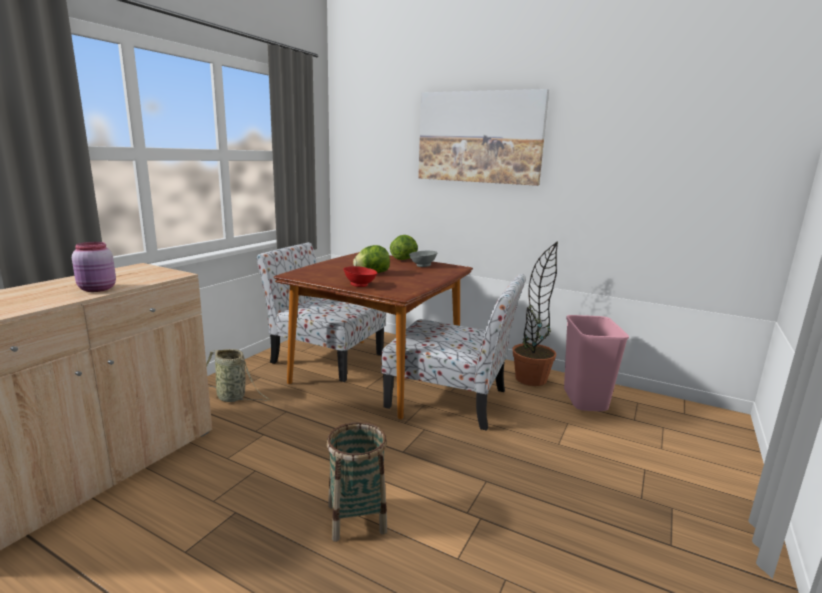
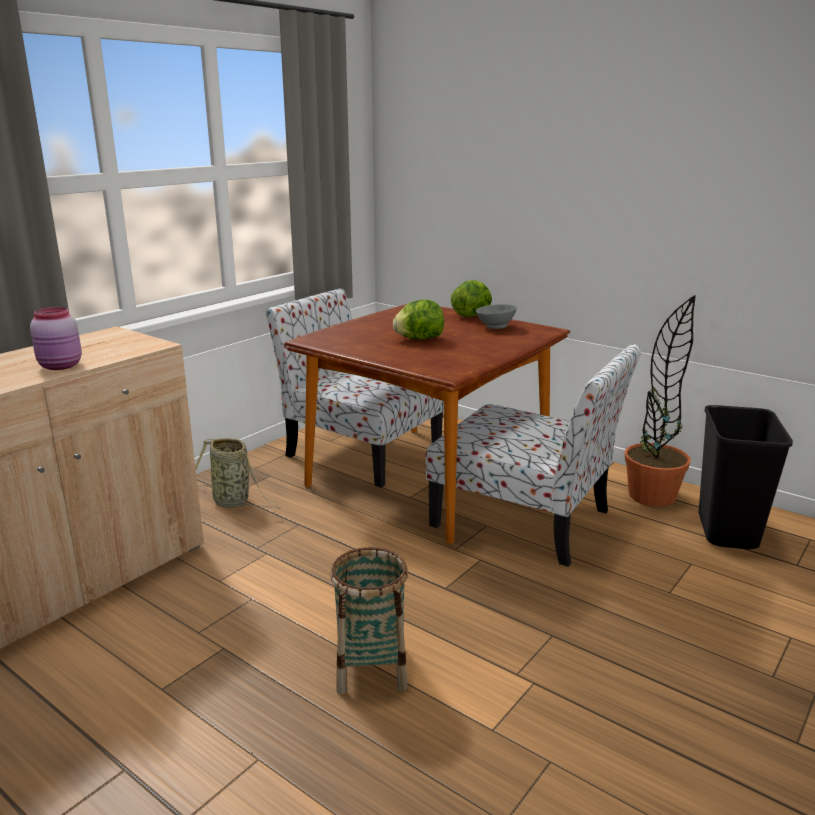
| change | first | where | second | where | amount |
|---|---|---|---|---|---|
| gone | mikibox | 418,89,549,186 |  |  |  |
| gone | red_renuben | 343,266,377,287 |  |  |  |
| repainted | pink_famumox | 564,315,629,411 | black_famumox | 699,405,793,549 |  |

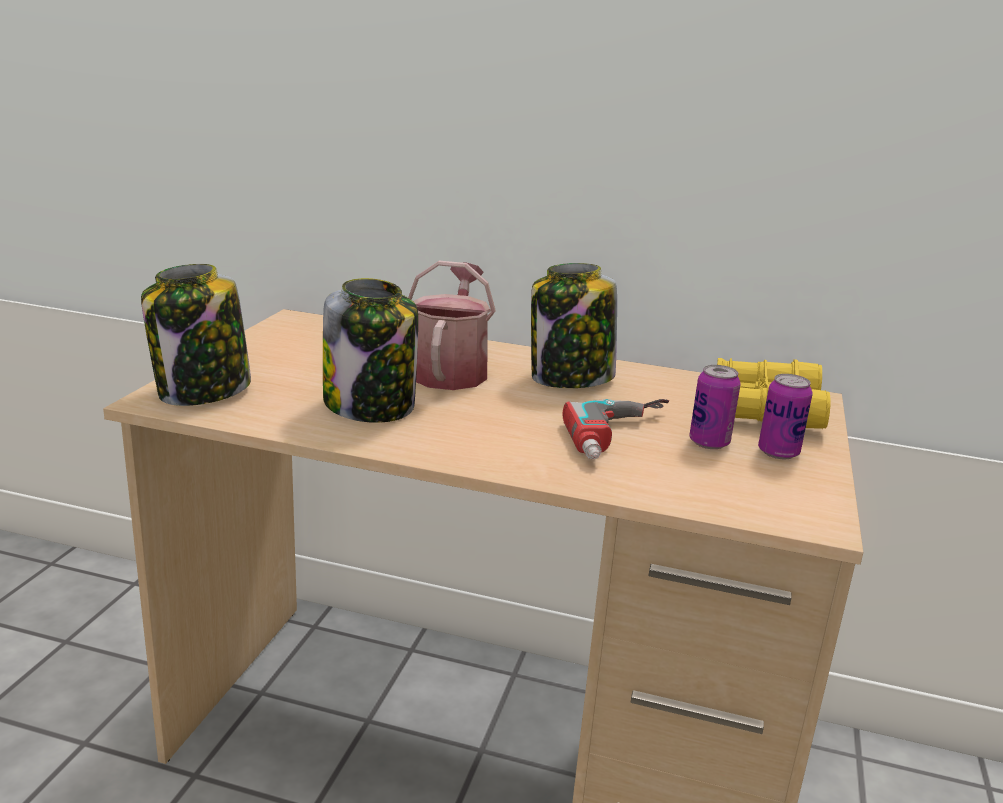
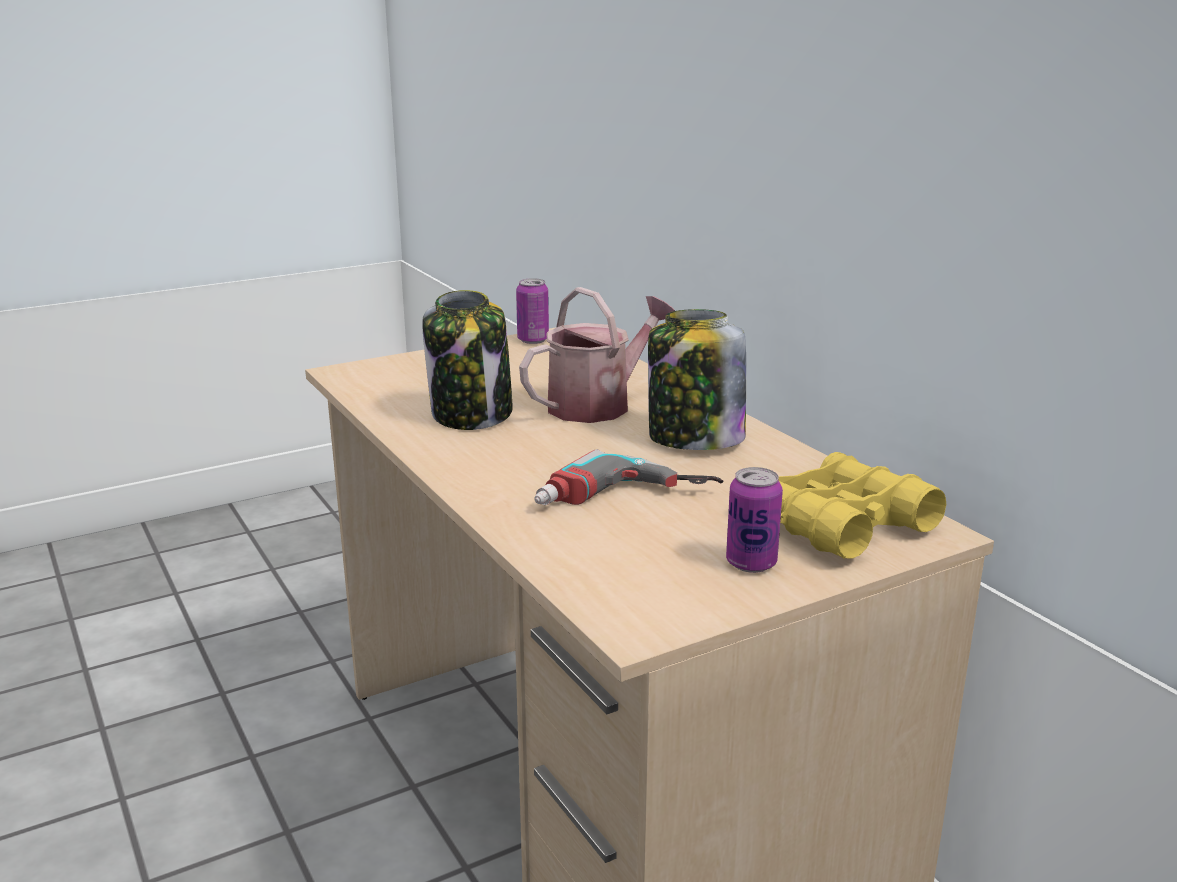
| change | first | where | second | where | amount |
|---|---|---|---|---|---|
| gone | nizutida | 141,264,251,406 |  |  |  |
| shifted | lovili | 689,365,741,449 |  | 516,278,549,344 |  |

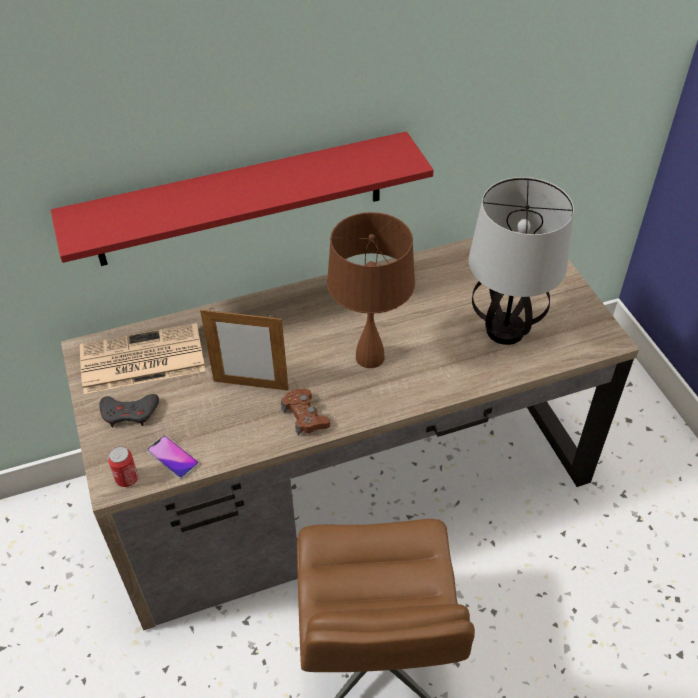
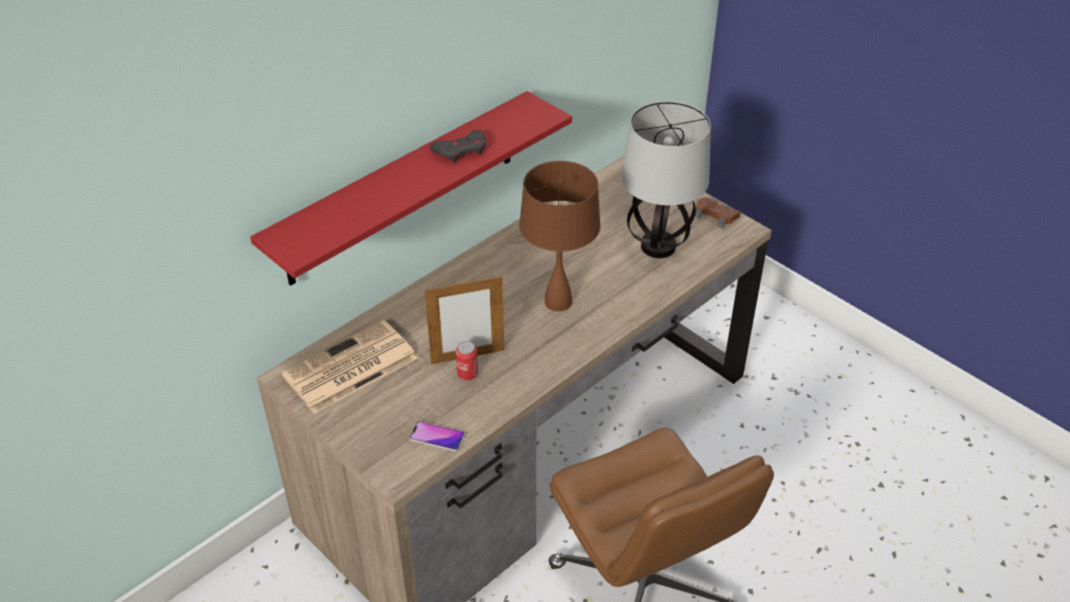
| change | first | where | second | where | amount |
|---|---|---|---|---|---|
| shifted | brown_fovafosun | 281,389,330,436 |  | 695,197,740,229 |  |
| shifted | grey_fovafosun | 99,394,159,427 |  | 430,130,486,163 |  |
| shifted | lovili | 108,446,138,487 |  | 456,341,478,381 |  |

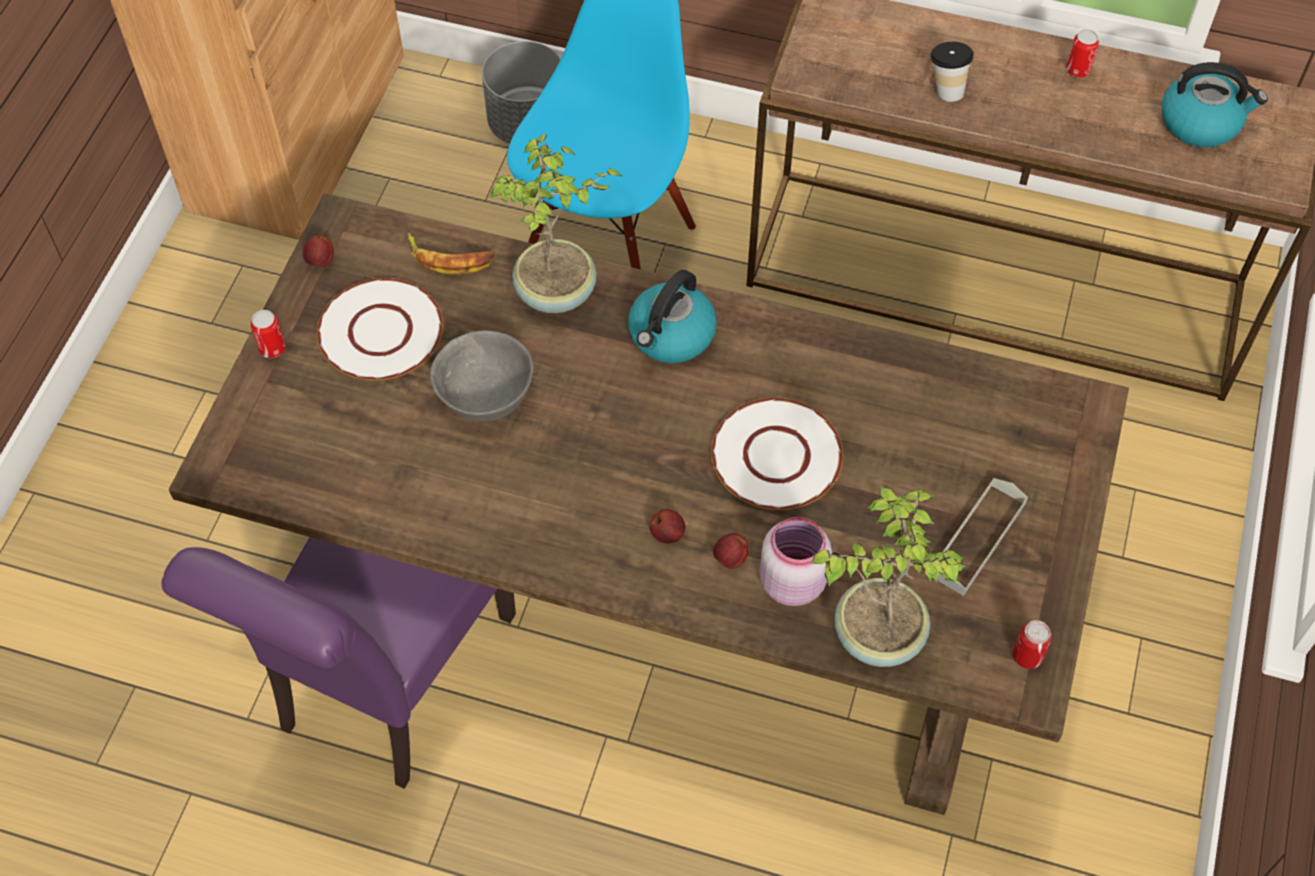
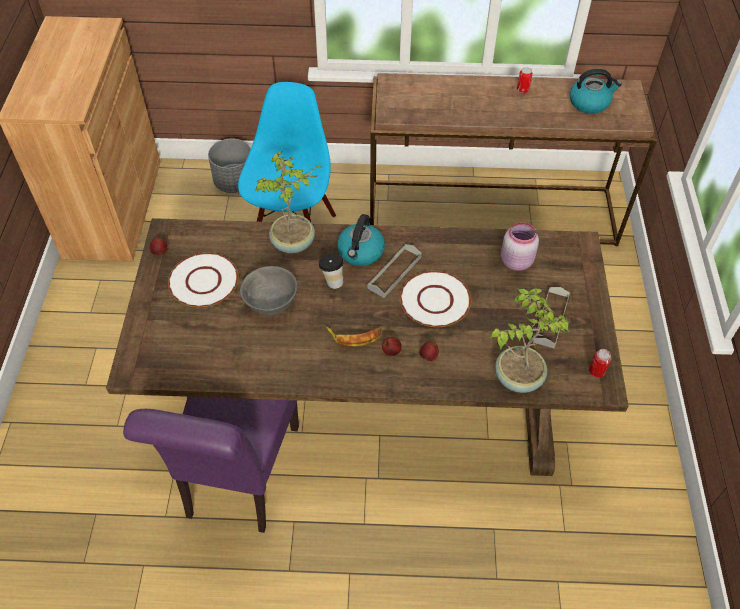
| change | first | where | second | where | amount |
|---|---|---|---|---|---|
| shifted | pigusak | 930,42,974,102 |  | 318,254,344,289 |  |
| shifted | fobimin | 408,233,495,275 |  | 326,327,382,347 |  |
| gone | lovili | 251,310,286,358 |  |  |  |
| shifted | pink_nizutida | 759,517,832,606 |  | 501,222,539,271 |  |
| new |  |  | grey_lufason | 367,244,422,298 |  |

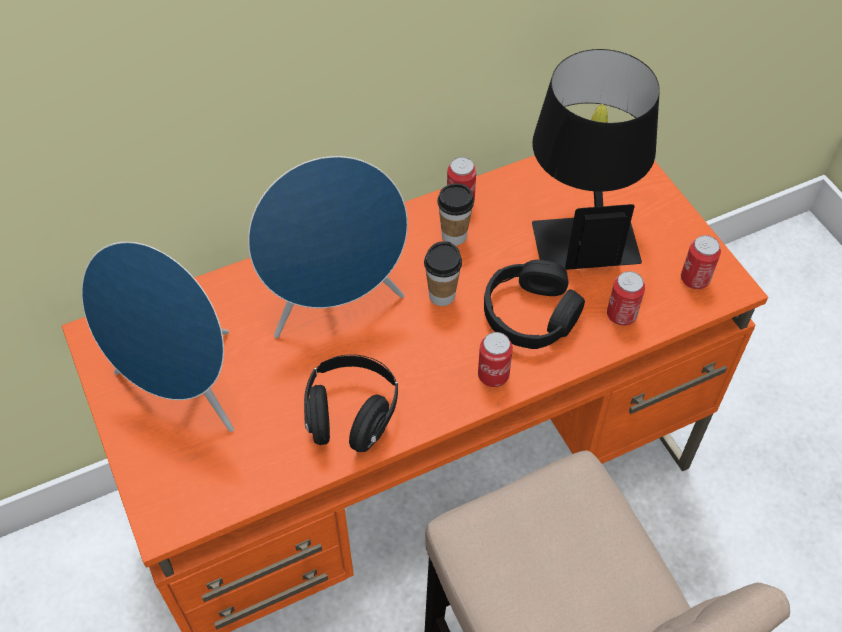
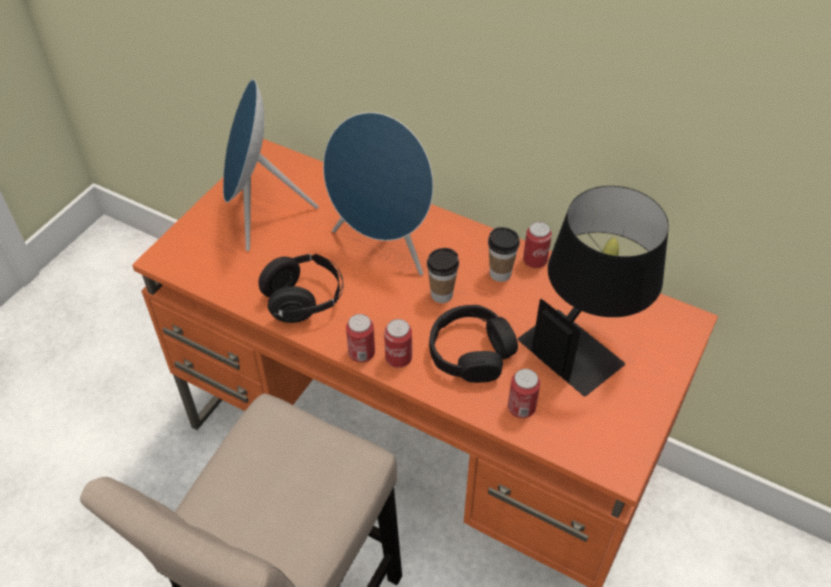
| change | first | where | second | where | amount |
|---|---|---|---|---|---|
| shifted | lovili | 681,235,721,289 |  | 346,314,375,362 |  |

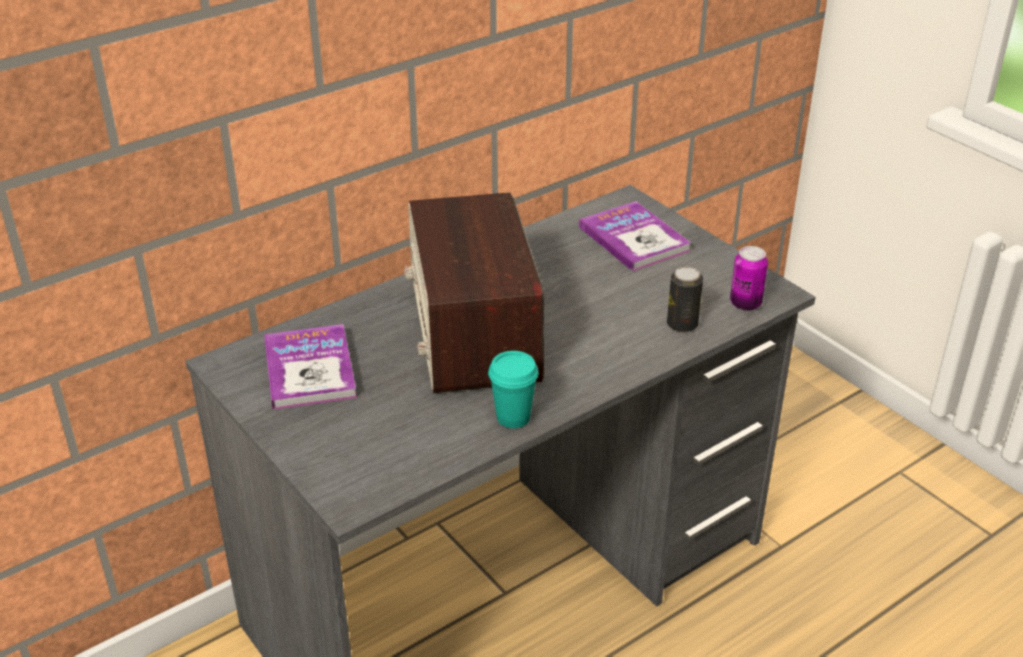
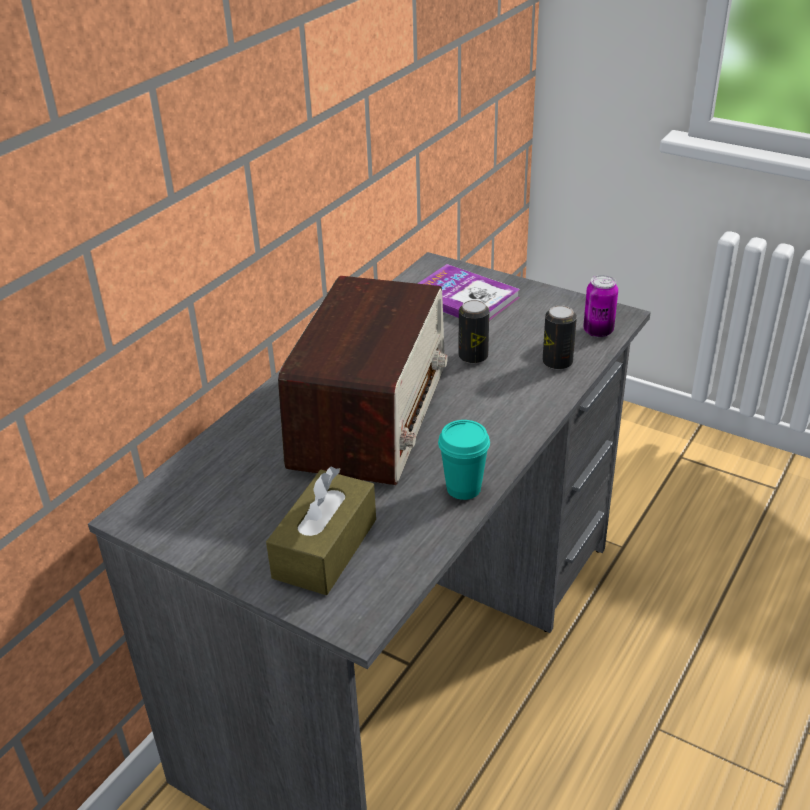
| change | first | where | second | where | amount |
|---|---|---|---|---|---|
| rotated | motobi | 404,192,544,393 |  | 278,276,448,485 | 135 degrees counterclockwise |
| gone | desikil | 264,324,357,410 |  |  |  |
| new |  |  | lovili | 459,300,489,364 |  |
| new |  |  | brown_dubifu | 266,467,376,595 |  |

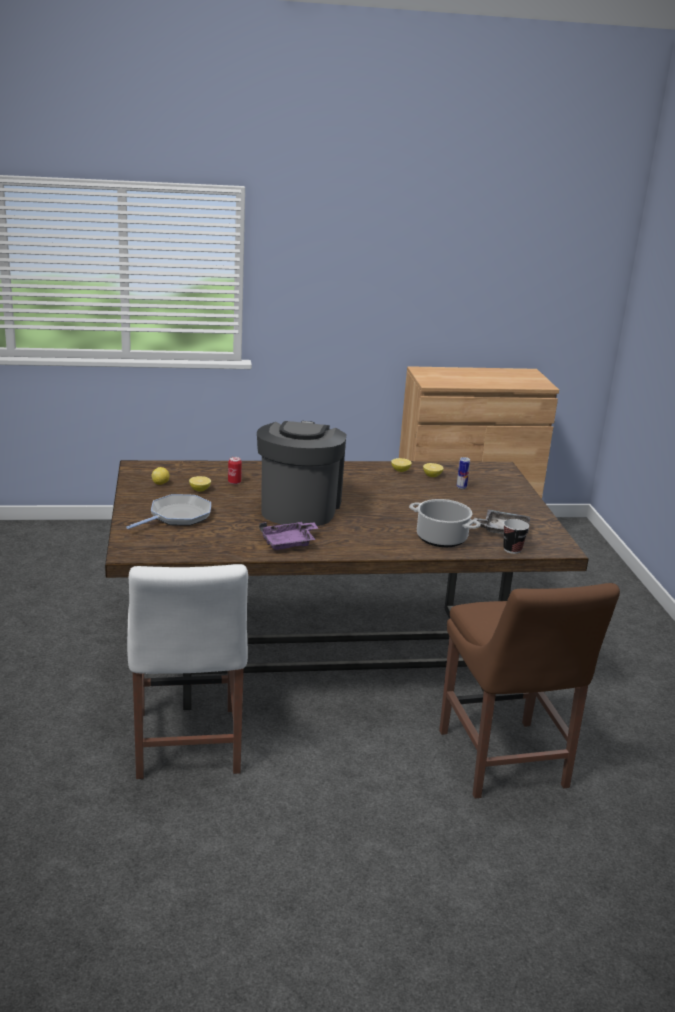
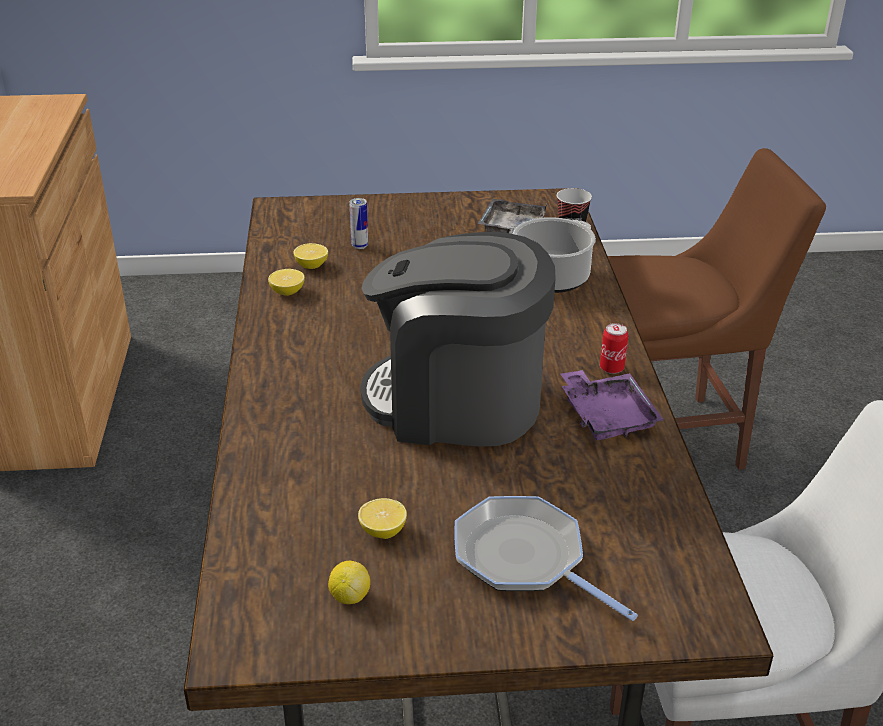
| change | first | where | second | where | amount |
|---|---|---|---|---|---|
| shifted | lovili | 228,457,242,484 |  | 600,323,628,374 |  |

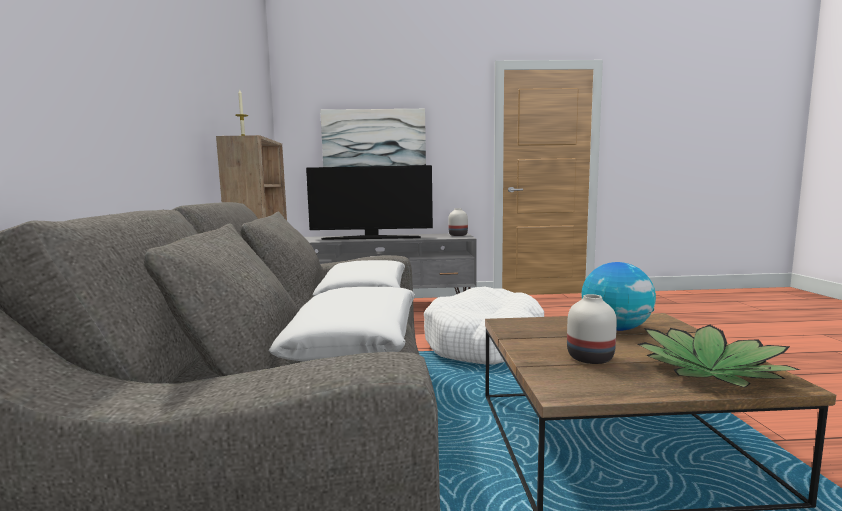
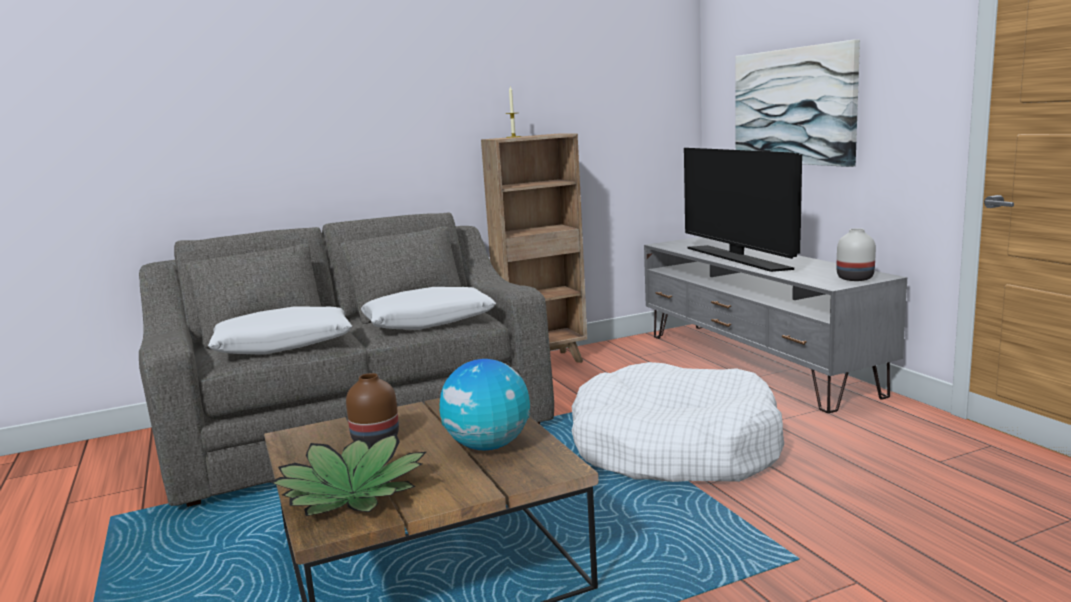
| change | first | where | second | where | amount |
|---|---|---|---|---|---|
| repainted | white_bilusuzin | 567,294,617,364 | brown_bilusuzin | 346,373,399,447 |  |

